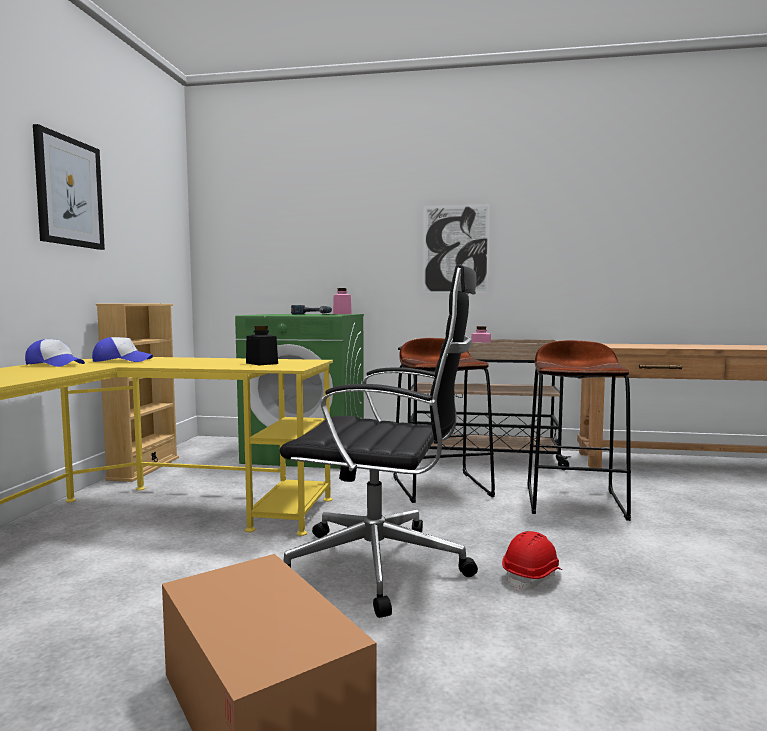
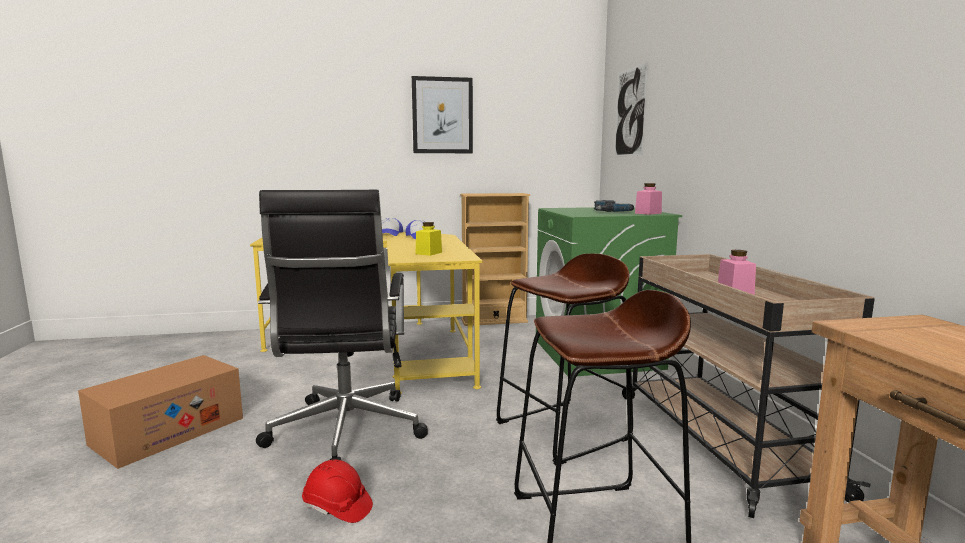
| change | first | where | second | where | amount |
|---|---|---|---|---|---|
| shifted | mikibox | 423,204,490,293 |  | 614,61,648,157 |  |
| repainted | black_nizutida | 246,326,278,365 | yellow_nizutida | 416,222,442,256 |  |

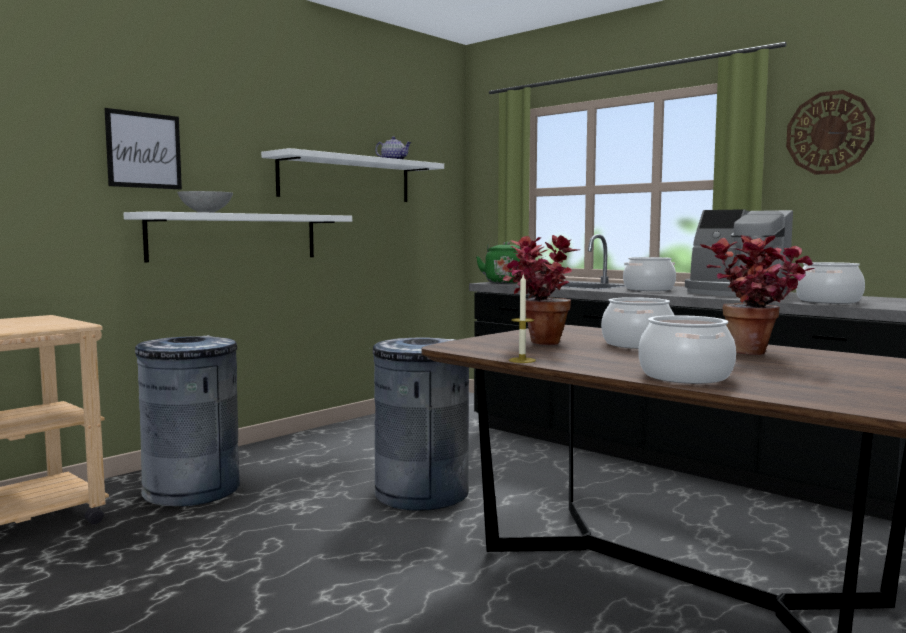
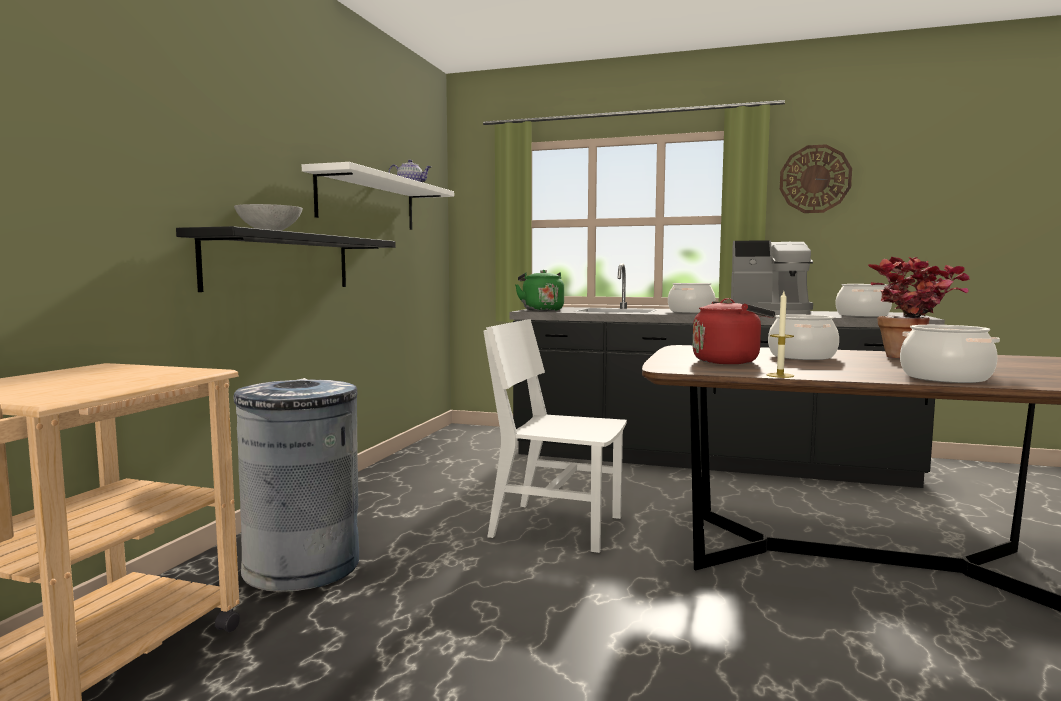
| change | first | where | second | where | amount |
|---|---|---|---|---|---|
| gone | mikibox | 105,108,182,189 |  |  |  |
| repainted | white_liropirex | 123,211,352,262 | black_liropirex | 176,226,396,292 |  |
| swapped | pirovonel | 503,235,580,345 | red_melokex | 693,298,775,364 |  |
| swapped | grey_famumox | 369,337,469,511 | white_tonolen | 483,319,627,553 |  |

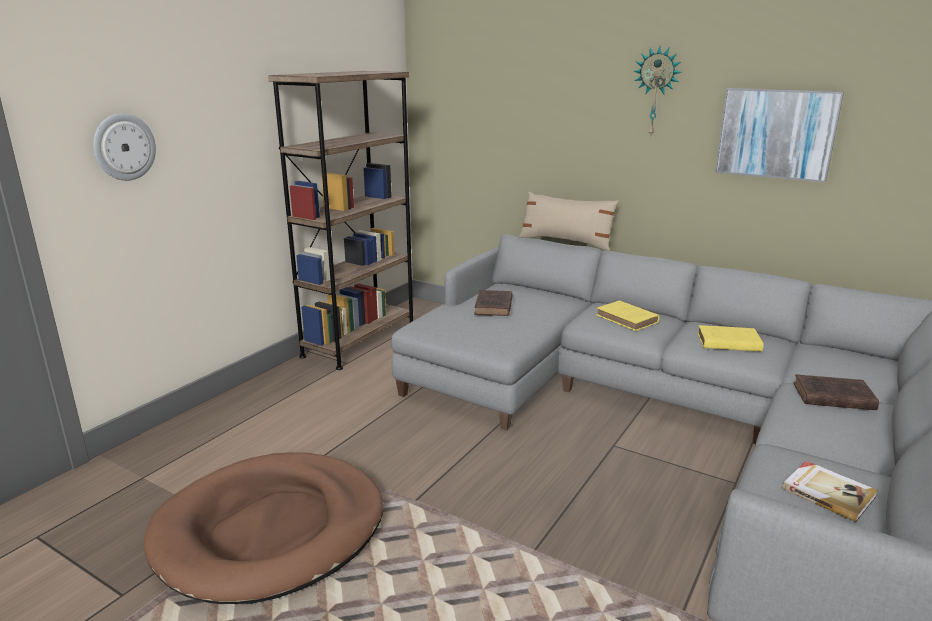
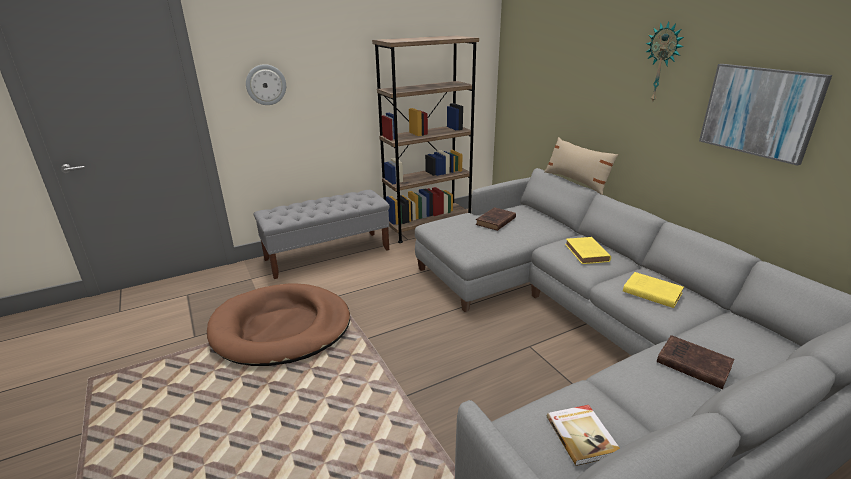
| change | first | where | second | where | amount |
|---|---|---|---|---|---|
| new |  |  | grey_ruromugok | 254,190,390,279 |  |

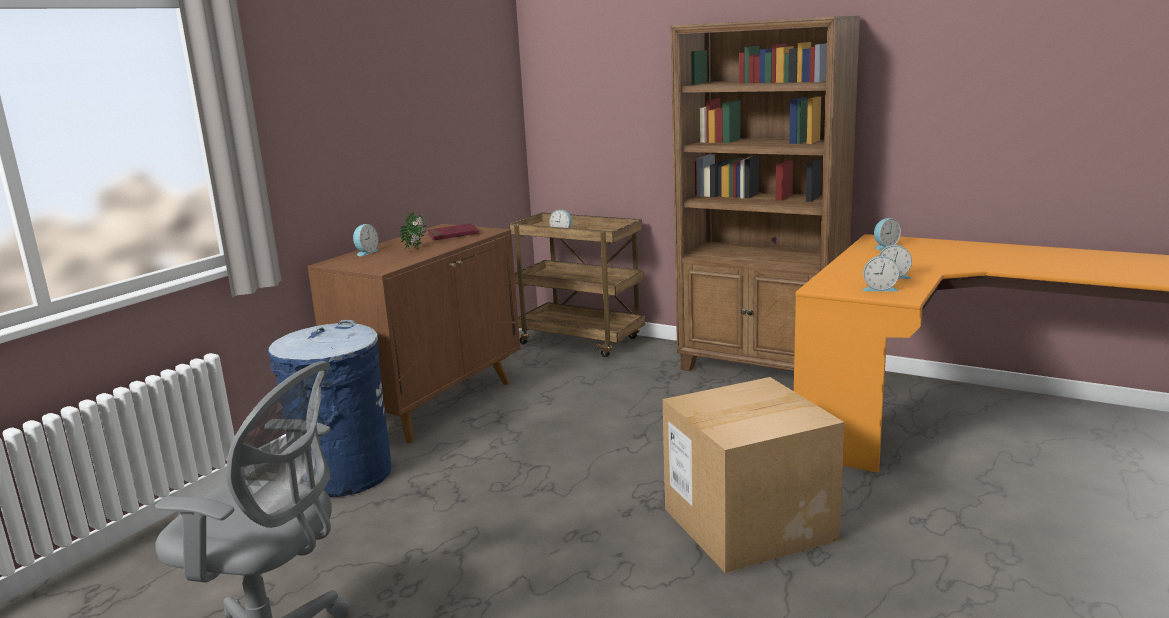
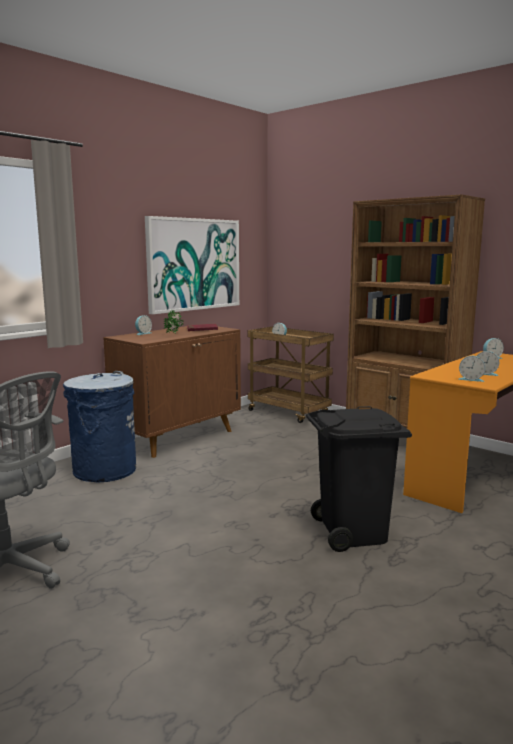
| change | first | where | second | where | amount |
|---|---|---|---|---|---|
| swapped | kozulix | 662,377,845,573 | black_famumox | 306,406,412,552 |  |
| new |  |  | mikibox | 145,216,239,314 |  |

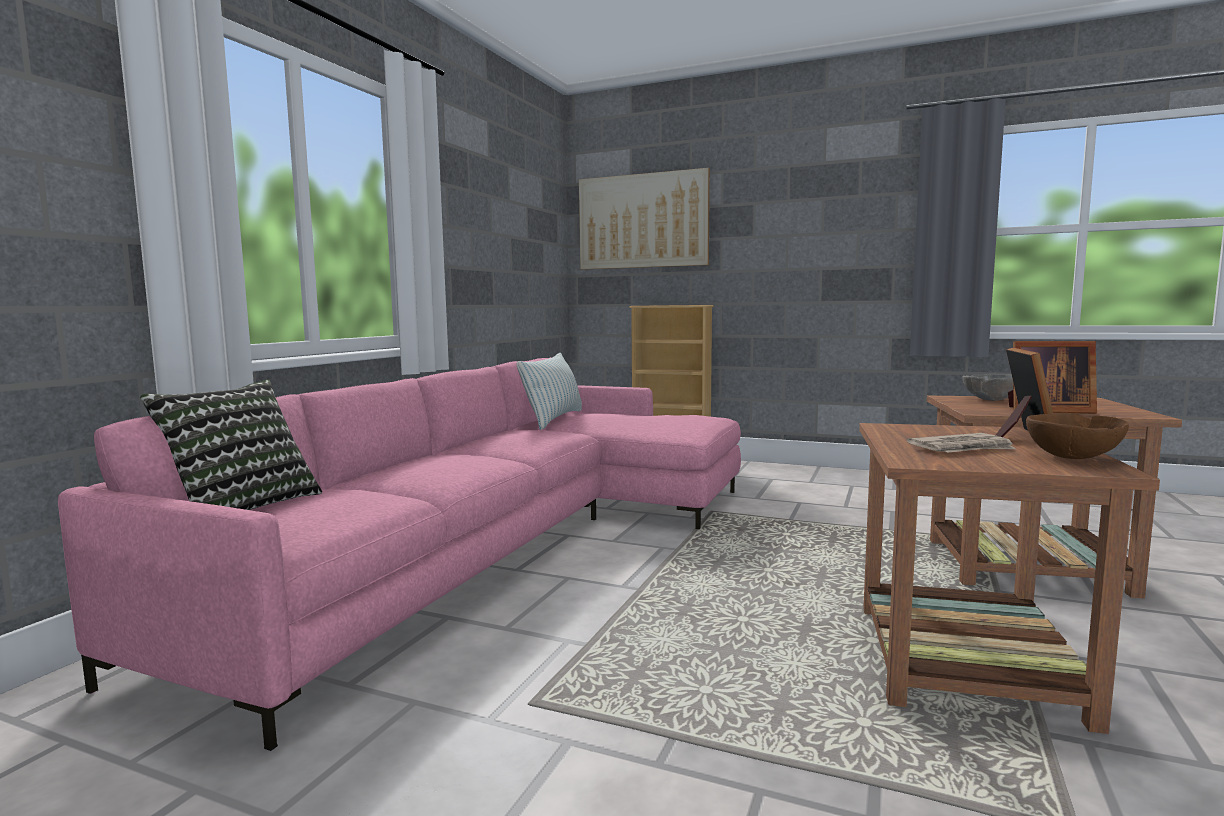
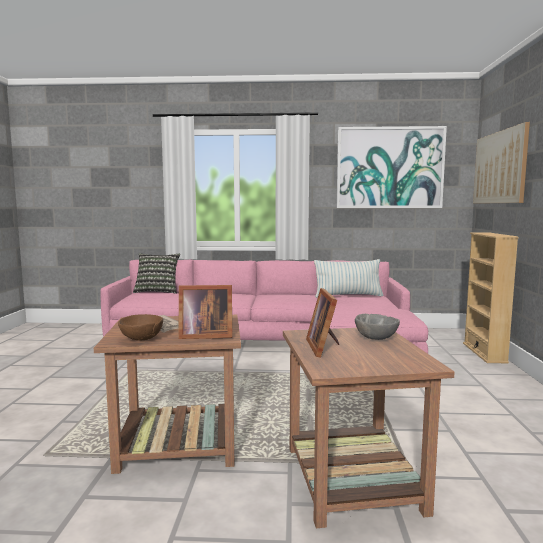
| change | first | where | second | where | amount |
|---|---|---|---|---|---|
| new |  |  | mikibox | 337,126,447,208 |  |

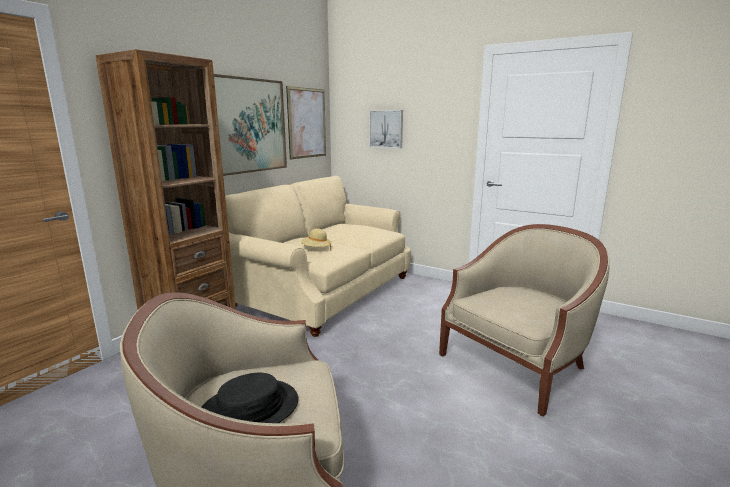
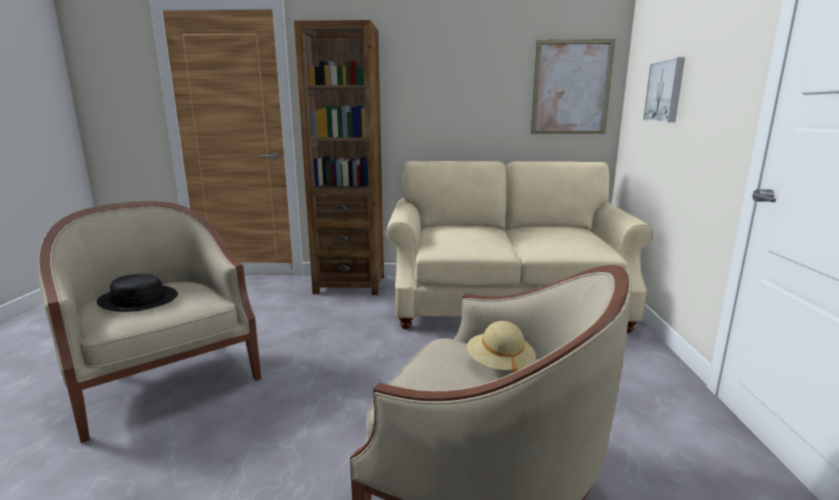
| change | first | where | second | where | amount |
|---|---|---|---|---|---|
| gone | mikibox | 214,74,287,176 |  |  |  |
| shifted | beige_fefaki | 301,228,331,251 |  | 467,321,536,373 |  |

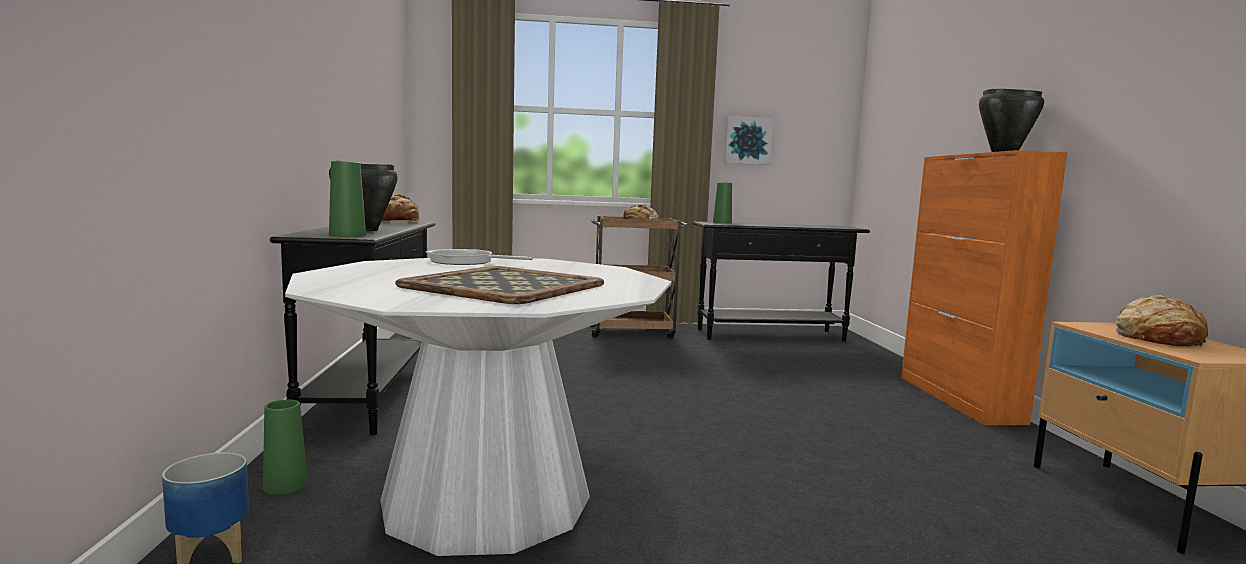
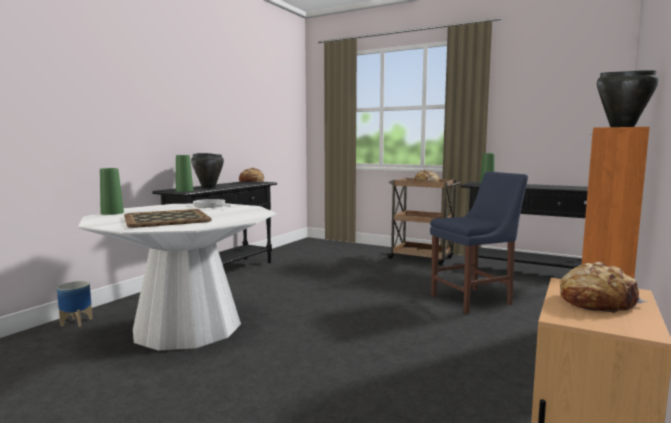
| change | first | where | second | where | amount |
|---|---|---|---|---|---|
| gone | mikibox | 724,116,773,165 |  |  |  |
| shifted | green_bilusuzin | 263,399,308,495 |  | 100,168,124,215 |  |
| new |  |  | blue_tonolen | 430,171,528,314 |  |

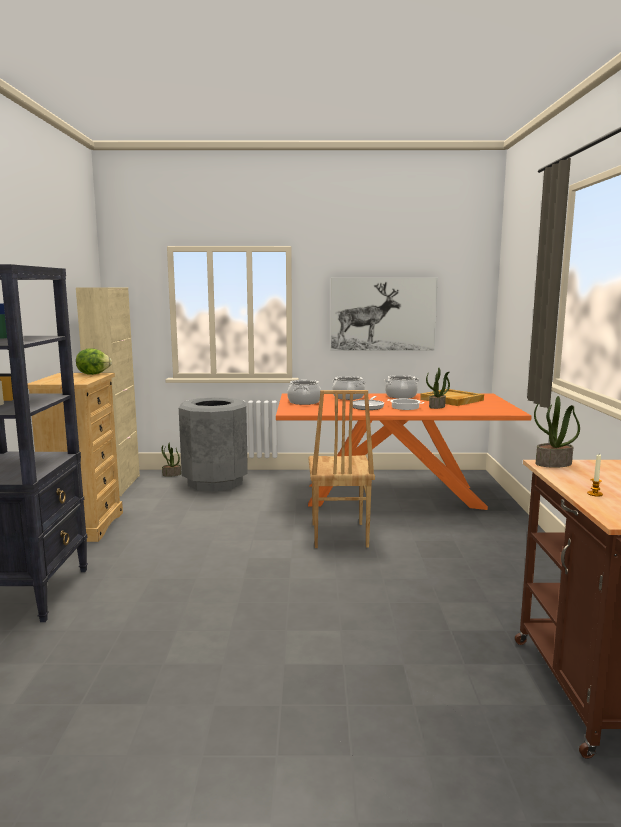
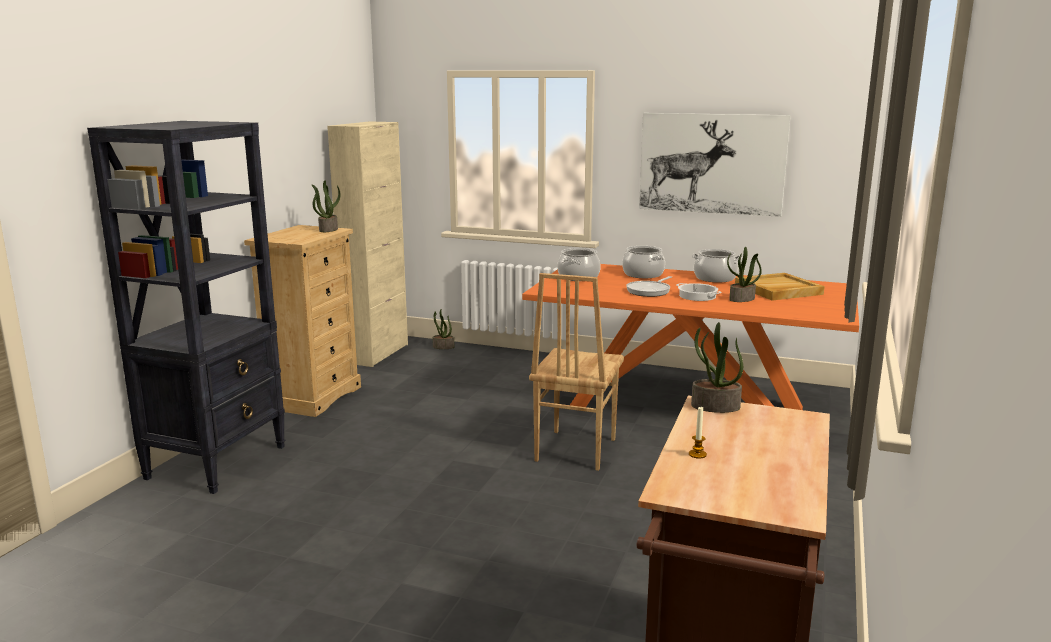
| change | first | where | second | where | amount |
|---|---|---|---|---|---|
| swapped | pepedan | 76,348,112,375 | pirovonel | 312,180,341,232 |  |
| gone | grey_famumox | 179,397,248,492 |  |  |  |

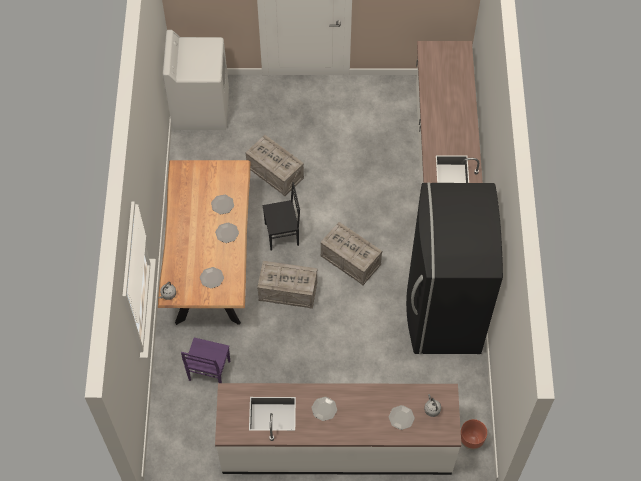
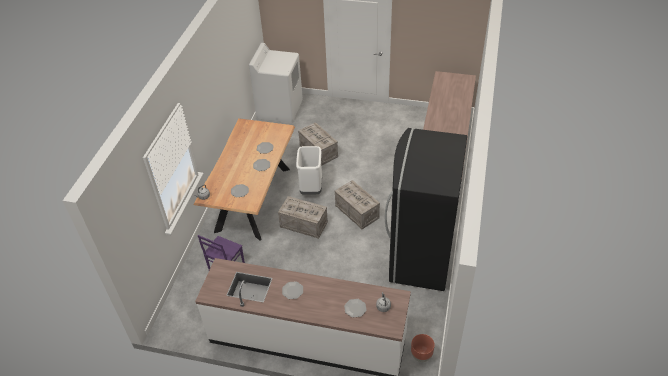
| change | first | where | second | where | amount |
|---|---|---|---|---|---|
| swapped | black_tonolen | 262,182,300,251 | white_famumox | 296,146,322,194 |  |

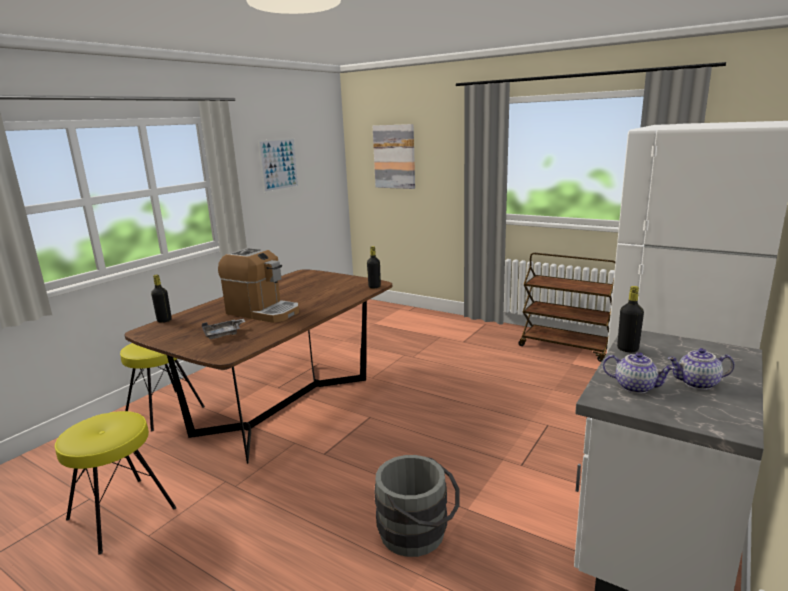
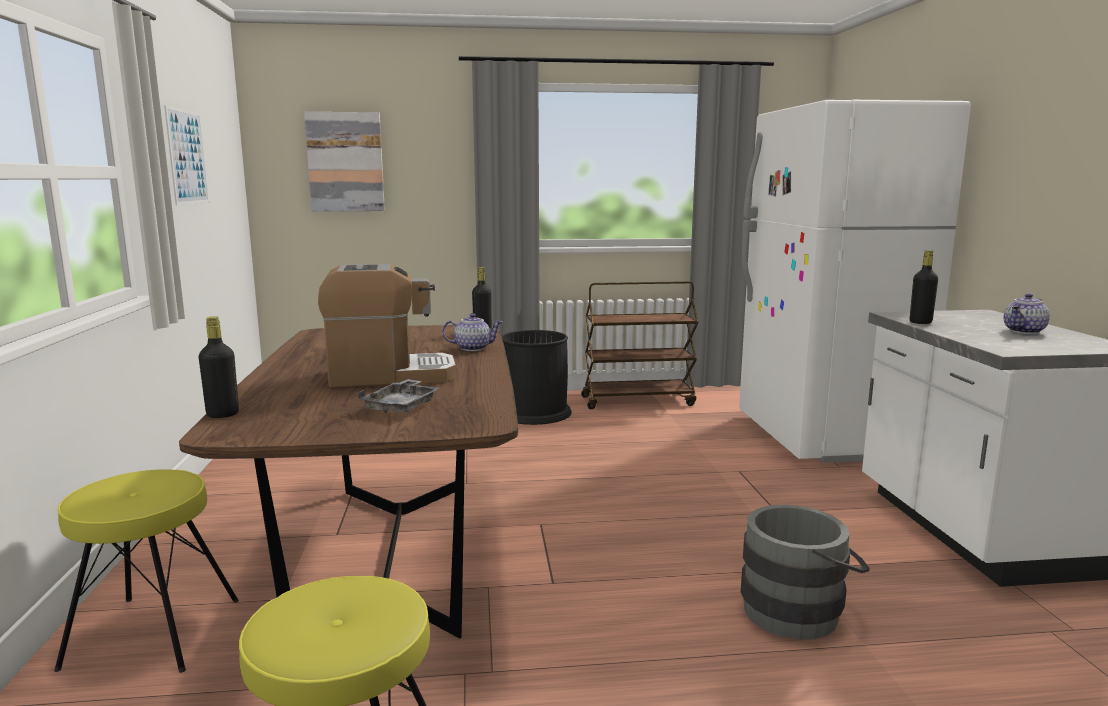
| change | first | where | second | where | amount |
|---|---|---|---|---|---|
| shifted | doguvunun | 603,352,675,394 |  | 442,313,502,351 |  |
| new |  |  | black_famumox | 501,330,572,425 |  |

